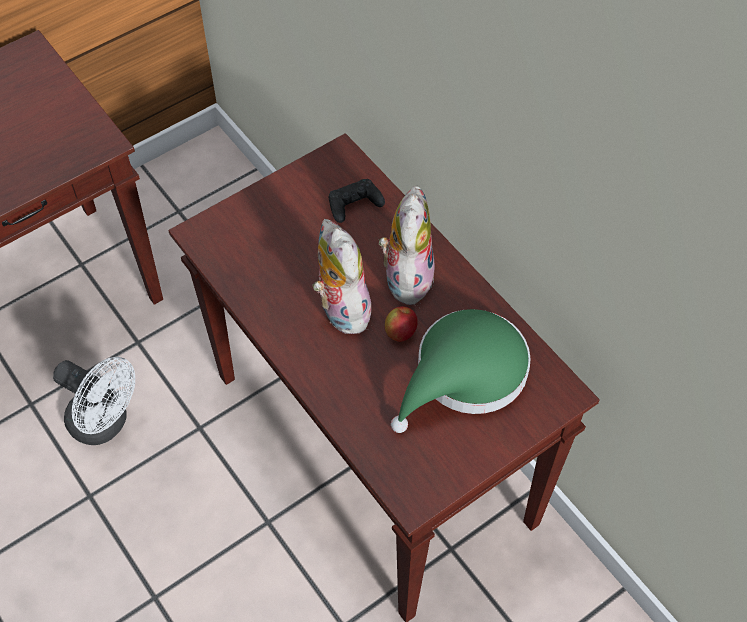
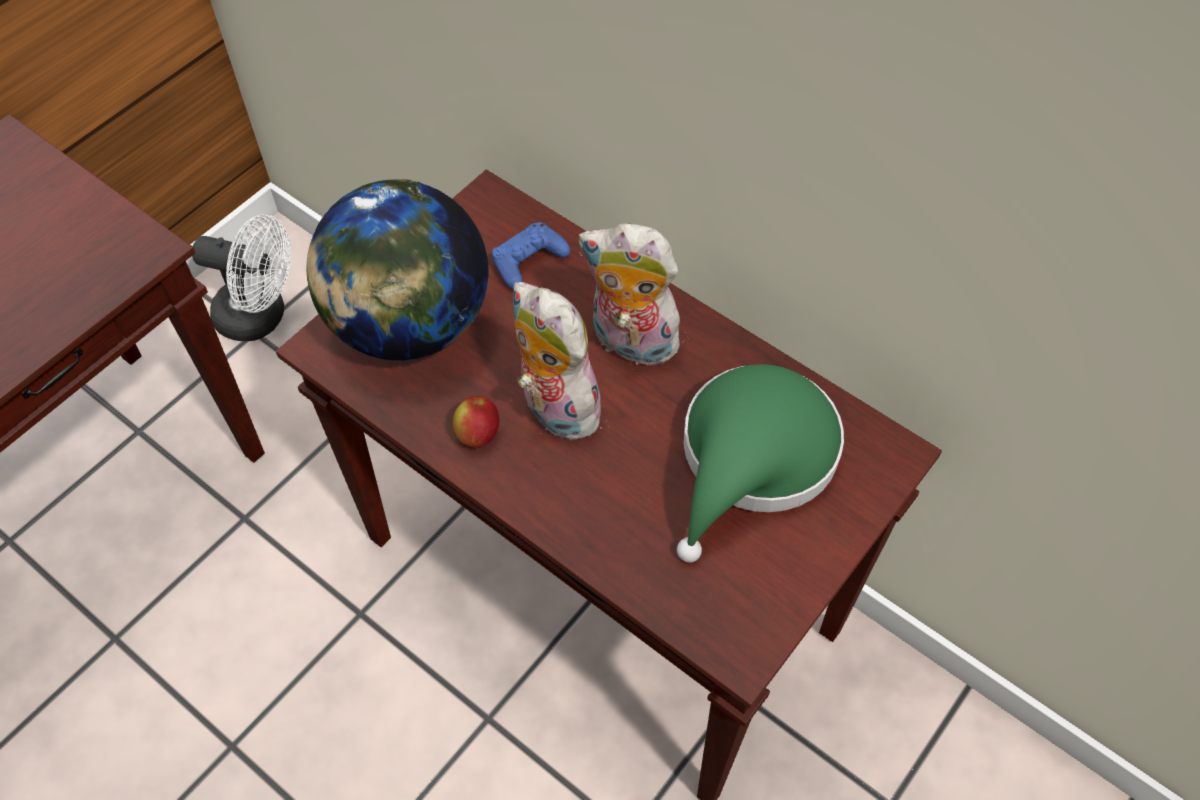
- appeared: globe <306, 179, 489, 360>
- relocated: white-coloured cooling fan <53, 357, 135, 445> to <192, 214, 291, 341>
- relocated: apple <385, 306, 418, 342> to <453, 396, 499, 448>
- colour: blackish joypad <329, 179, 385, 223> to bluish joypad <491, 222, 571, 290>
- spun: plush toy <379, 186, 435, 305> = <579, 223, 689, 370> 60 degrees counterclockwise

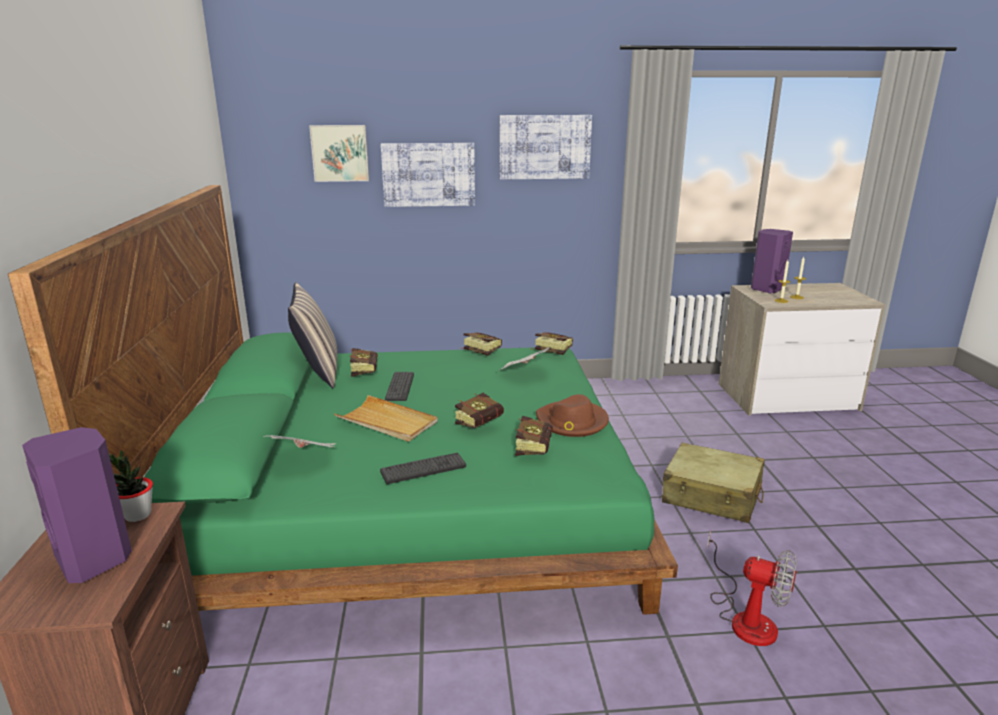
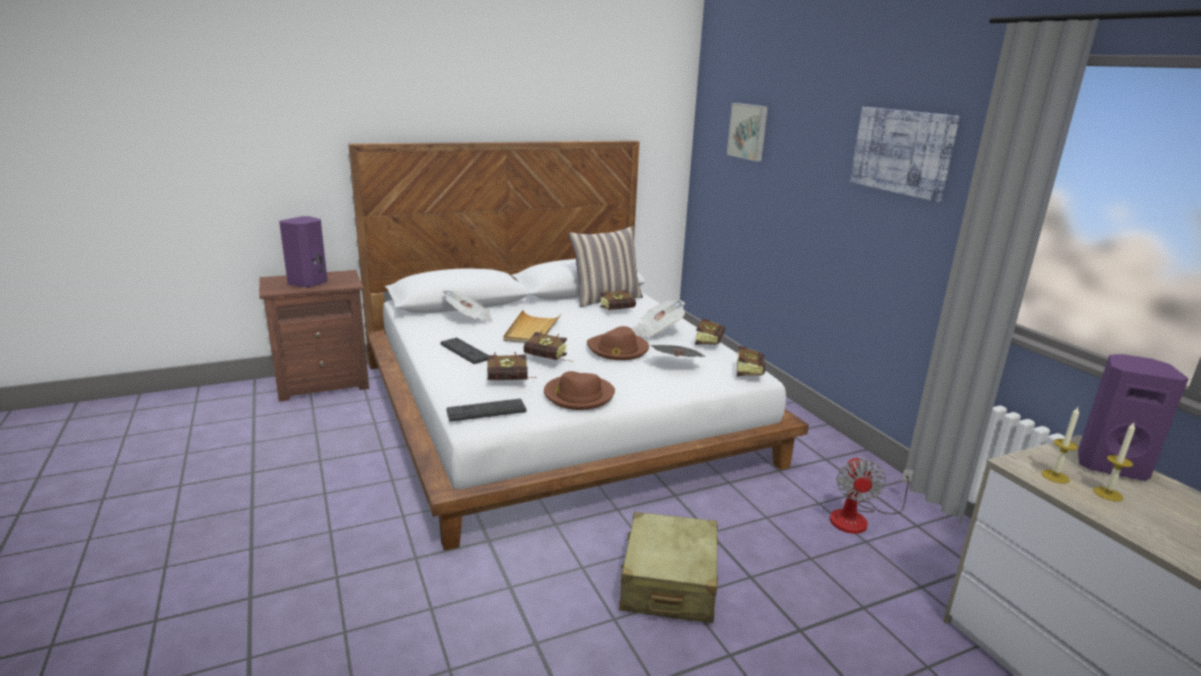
- missing: potted plant <109, 451, 153, 522>
- missing: wall art <381, 143, 475, 207>
- appeared: brown clothing hat <587, 326, 649, 360>
- appeared: printed paper <632, 300, 685, 337>
- relocated: computer keyboard <385, 372, 414, 401> to <446, 399, 526, 422>
- relocated: cooling fan <707, 531, 797, 646> to <830, 457, 914, 534>
- colour: green sleeping bed <8, 185, 678, 615> to white-coloured sleeping bed <348, 140, 809, 551>

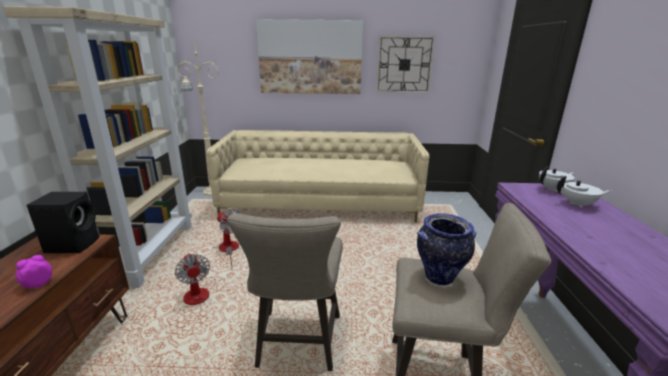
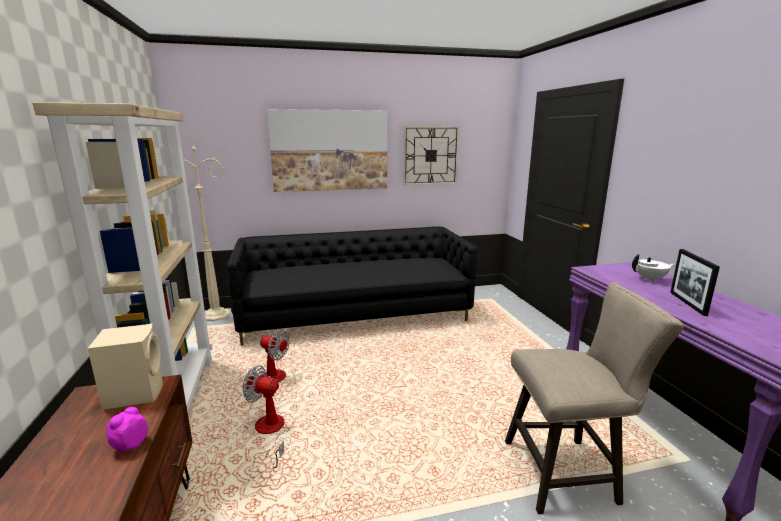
- missing: beige sitting stool <227, 213, 343, 371>
- missing: decorative vase <417, 213, 476, 285>
- missing: white-coloured tea pot <539, 166, 575, 192>
- appeared: photo frame <670, 249, 720, 316>
- colour: blackish speaker <27, 191, 99, 253> to beige speaker <87, 324, 163, 410>
- colour: beige sofa <206, 130, 429, 223> to blackish sofa <227, 226, 477, 346>
- spun: cooling fan <175, 247, 232, 305> = <242, 365, 291, 468> 150 degrees clockwise

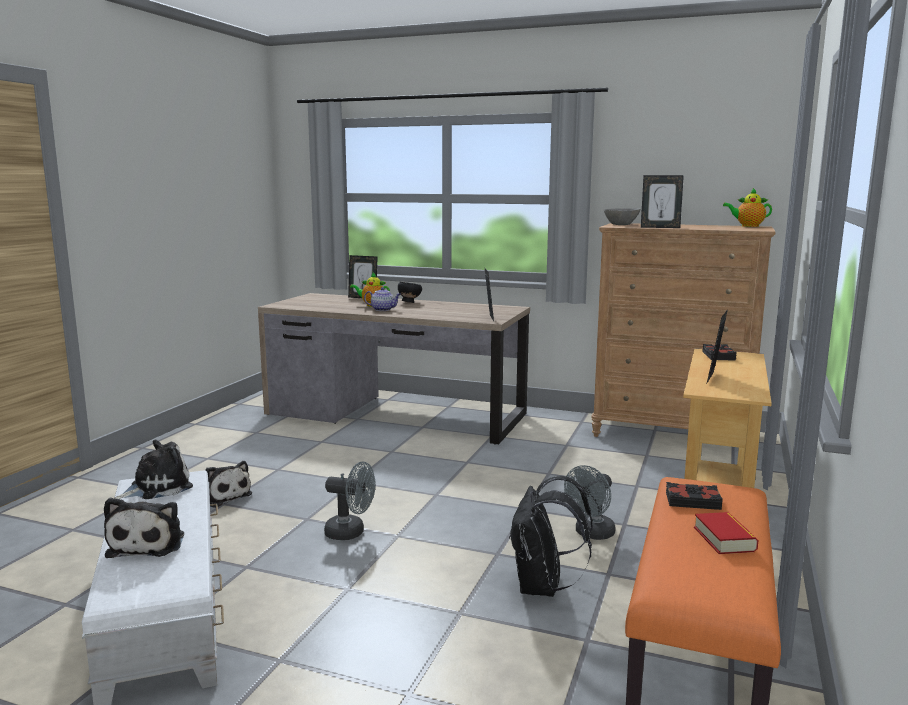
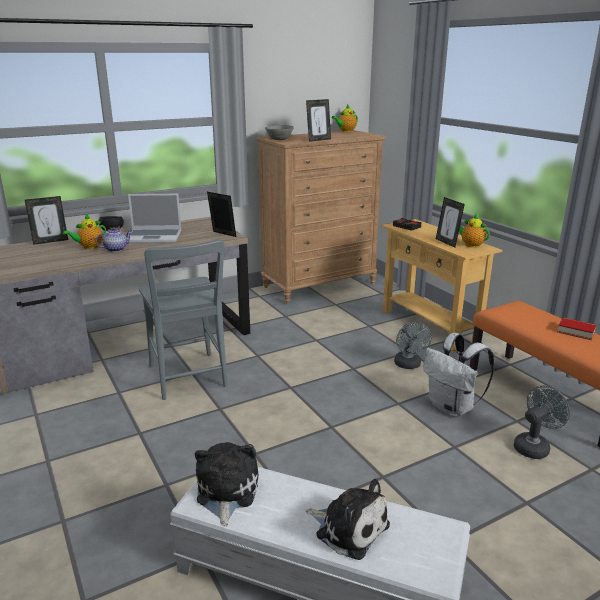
- missing: plush toy <205, 461, 252, 508>
- missing: blackish volume <666, 482, 723, 510>
- appeared: notebook computer <128, 194, 182, 244>
- appeared: greyish plain chair <139, 240, 228, 400>
- appeared: tea pot <459, 214, 490, 248>
- relocated: greyish cooling fan <324, 462, 376, 540> to <514, 385, 570, 459>
- colour: blackish rucksack <509, 476, 593, 597> to white-coloured rucksack <423, 333, 494, 417>

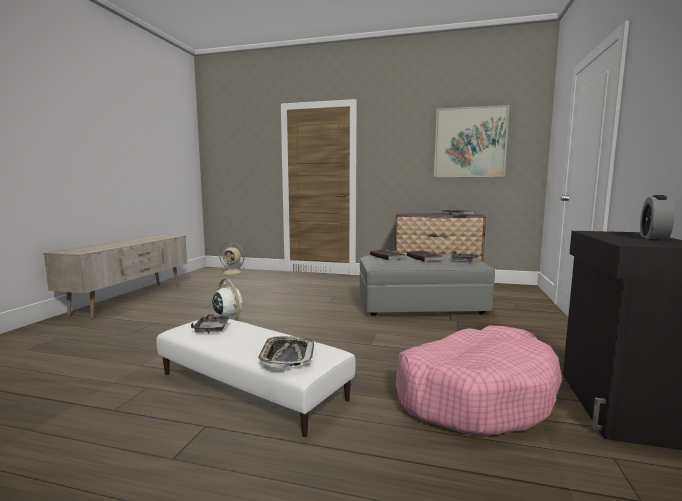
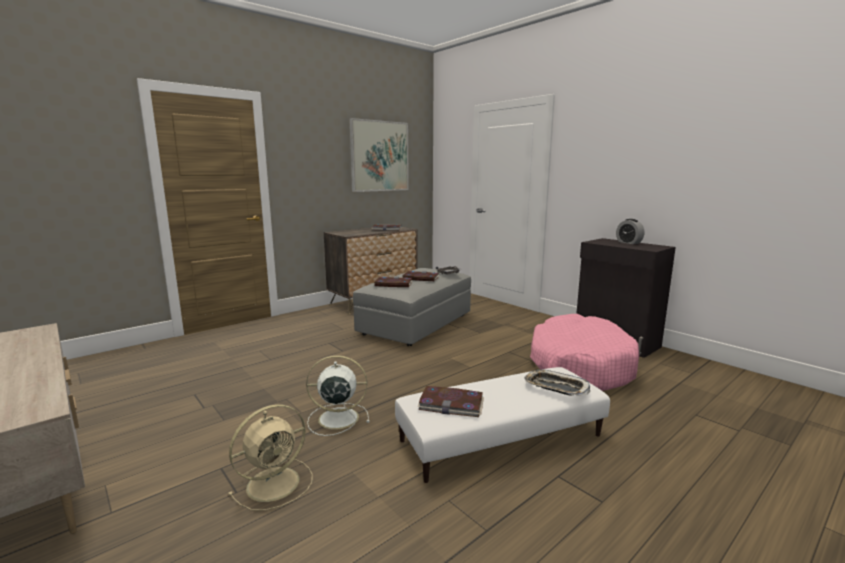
- relocated: beige cooling fan <218, 242, 247, 276> to <228, 404, 312, 511>
- exchanged: greyish tray <191, 314, 231, 334> to volume <417, 386, 484, 417>

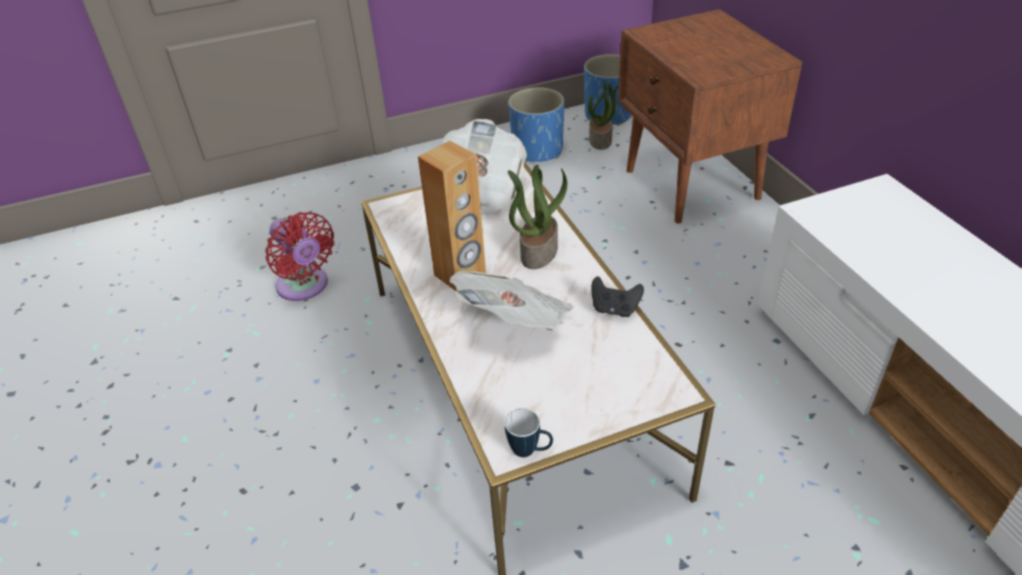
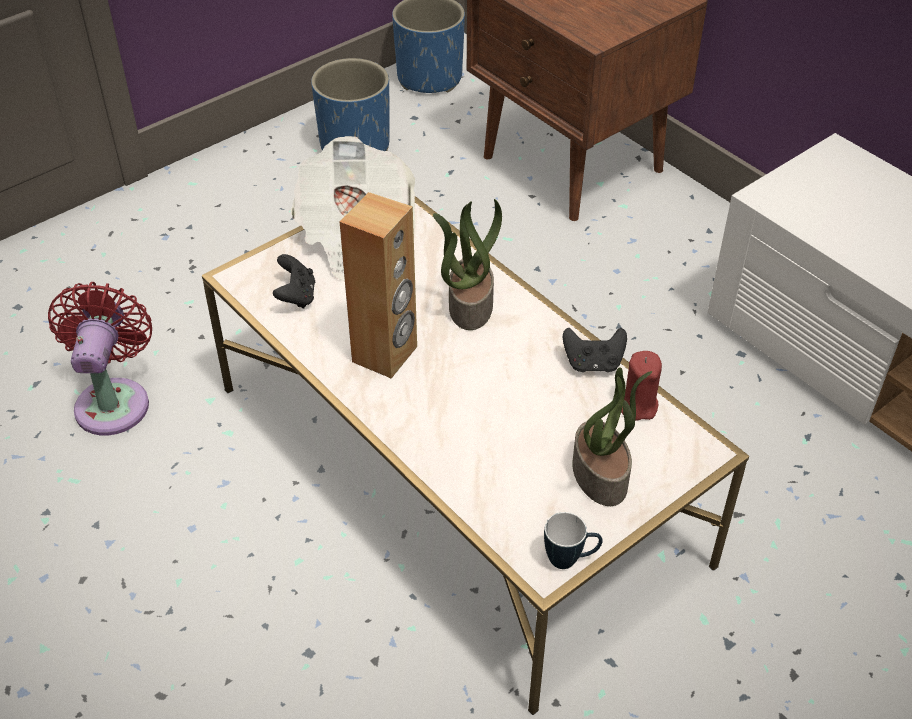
- missing: printed paper <450, 270, 573, 331>
- appeared: blackish joypad <273, 254, 315, 309>
- appeared: red-coloured candle <621, 351, 662, 421>
- relocated: potted plant <588, 80, 619, 150> to <572, 367, 652, 506>
- spun: red-coloured cooling fan <265, 212, 335, 301> = <48, 282, 152, 435> 120 degrees counterclockwise

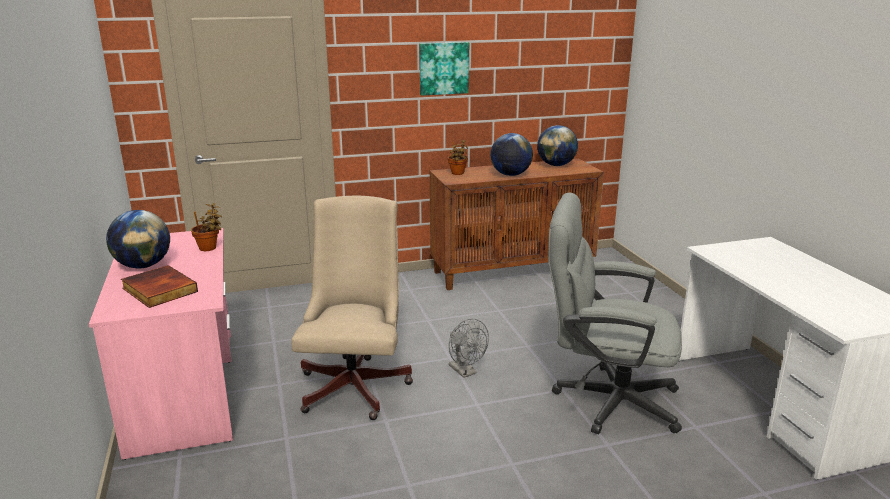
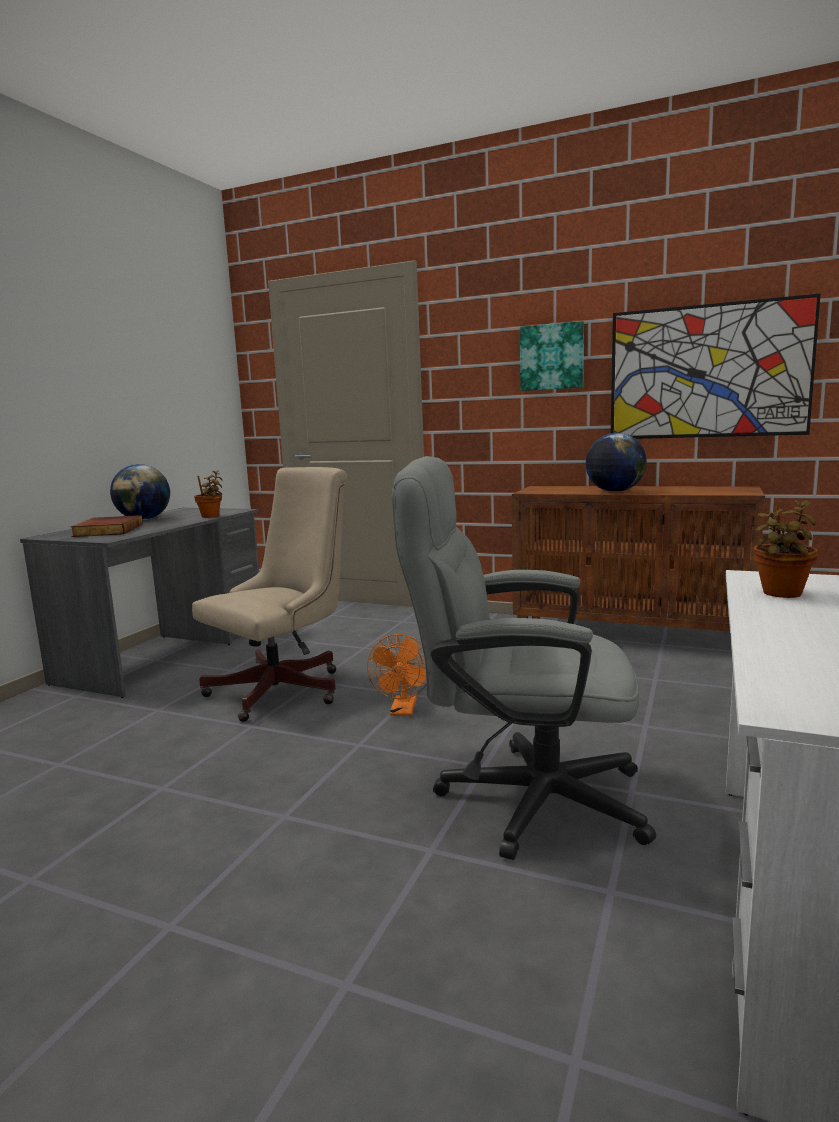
- missing: globe <537, 125, 578, 166>
- appeared: wall art <611, 293, 821, 439>
- relocated: potted plant <448, 140, 468, 175> to <754, 500, 818, 598>
- colour: pink desk unit <89, 228, 233, 460> to greyish desk unit <20, 508, 259, 698>
- colour: greyish cooling fan <449, 319, 489, 378> to orange-coloured cooling fan <367, 634, 427, 716>
- spun: greyish computer chair <548, 193, 682, 434> = <392, 456, 656, 860> 45 degrees counterclockwise

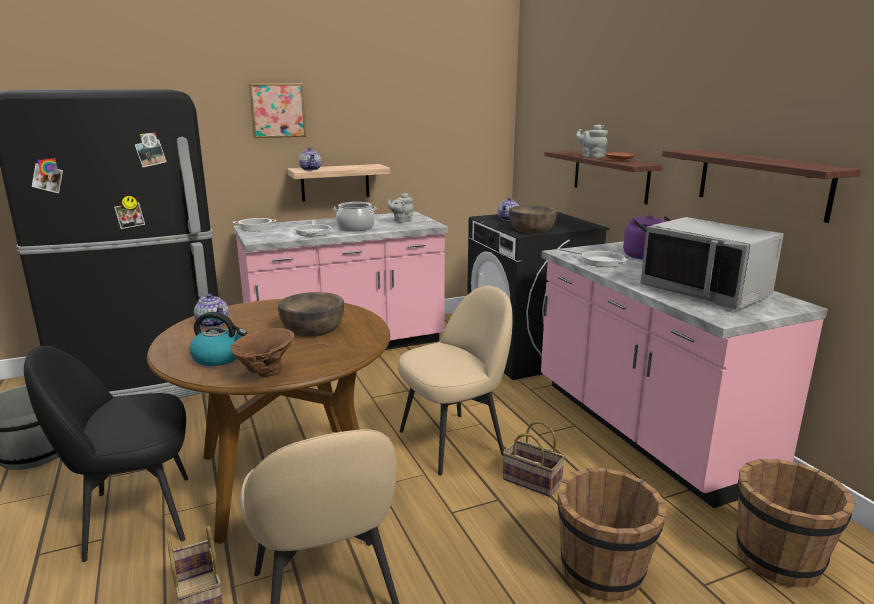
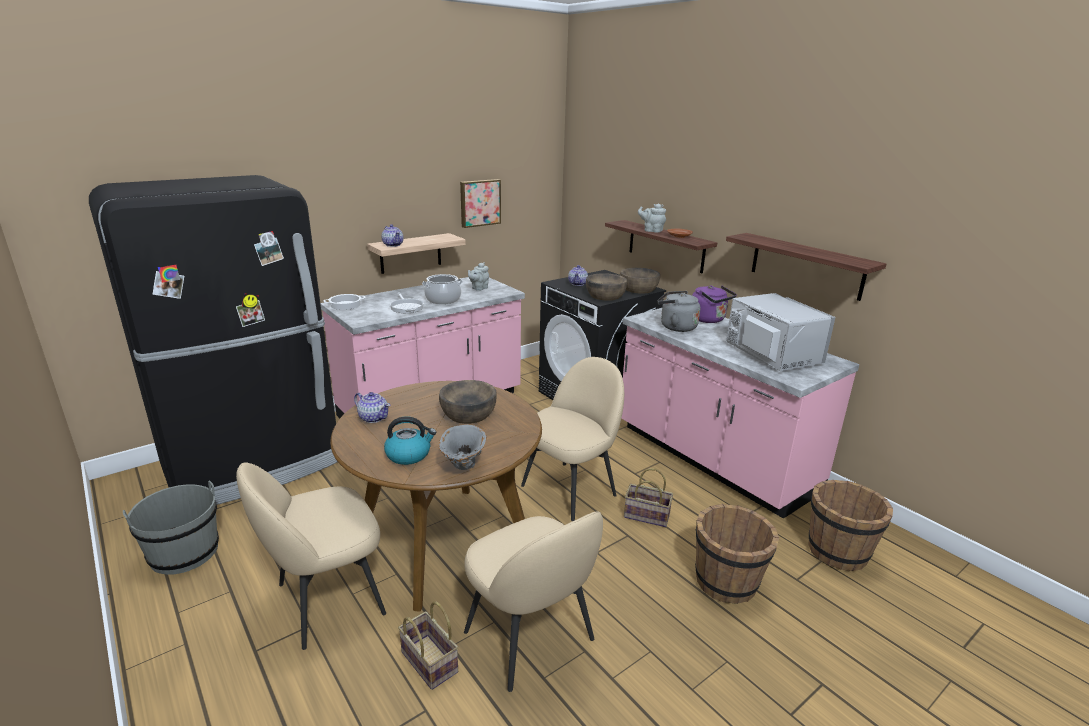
- appeared: brown bowl <620, 268, 660, 294>
- relocated: wall art <249, 83, 306, 138> to <460, 179, 501, 228>
- exchanged: frying pan <558, 248, 627, 267> to greyish water kettle <657, 291, 701, 332>
- colour: blackish plain chair <24, 346, 189, 562> to beige plain chair <236, 462, 386, 650>
- colour: brown decorative vase <231, 328, 294, 377> to greyish decorative vase <439, 425, 487, 470>
- spun: greyish microwave oven <640, 217, 784, 310> = <726, 293, 835, 371> 150 degrees counterclockwise

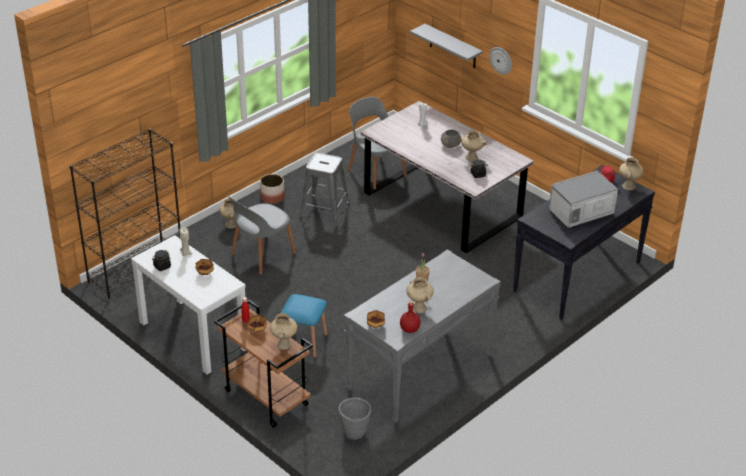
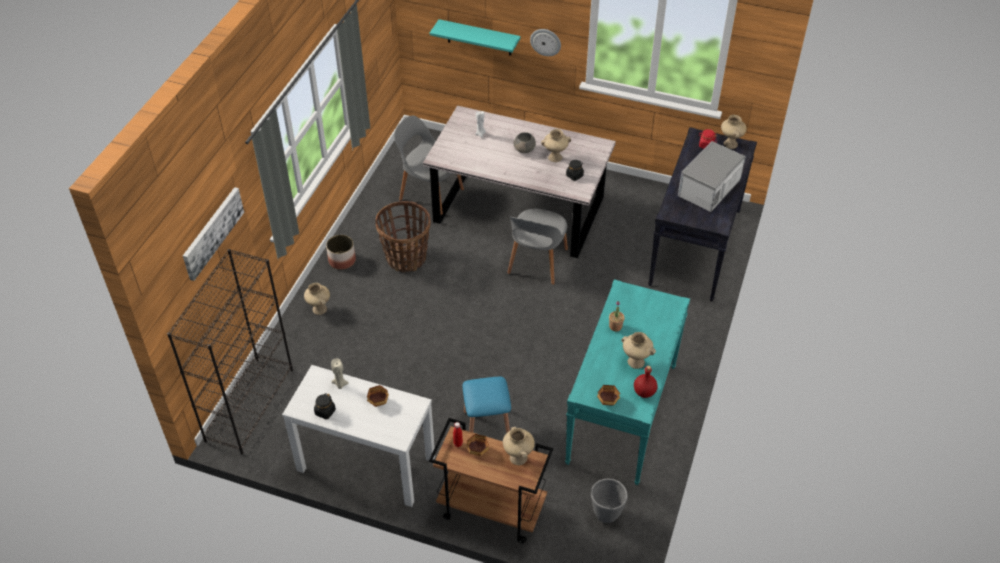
- appeared: wall art <183, 187, 244, 281>
- relocated: greyish plain chair <228, 196, 296, 275> to <507, 209, 568, 285>
- exchanged: greyish sitting stool <300, 153, 349, 226> to basket <375, 201, 431, 272>
- colour: greyish console table <344, 249, 501, 424> to turquoise console table <565, 279, 690, 485>
- colour: greyish shelf <410, 24, 483, 68> to turquoise shelf <430, 19, 520, 56>

